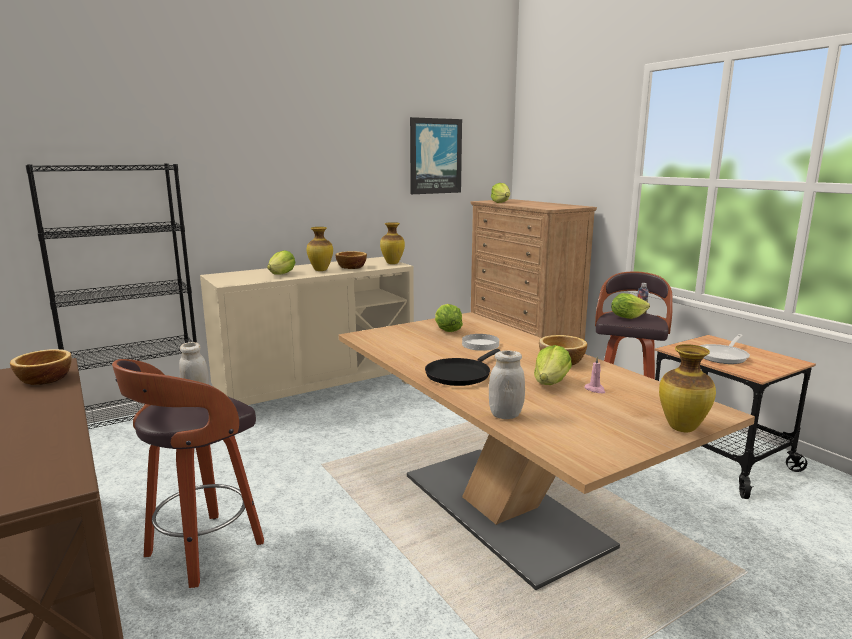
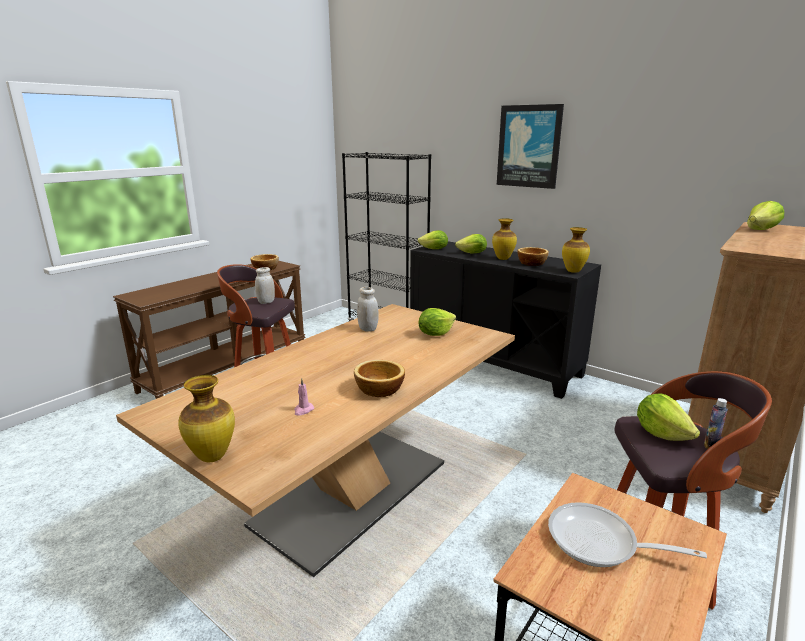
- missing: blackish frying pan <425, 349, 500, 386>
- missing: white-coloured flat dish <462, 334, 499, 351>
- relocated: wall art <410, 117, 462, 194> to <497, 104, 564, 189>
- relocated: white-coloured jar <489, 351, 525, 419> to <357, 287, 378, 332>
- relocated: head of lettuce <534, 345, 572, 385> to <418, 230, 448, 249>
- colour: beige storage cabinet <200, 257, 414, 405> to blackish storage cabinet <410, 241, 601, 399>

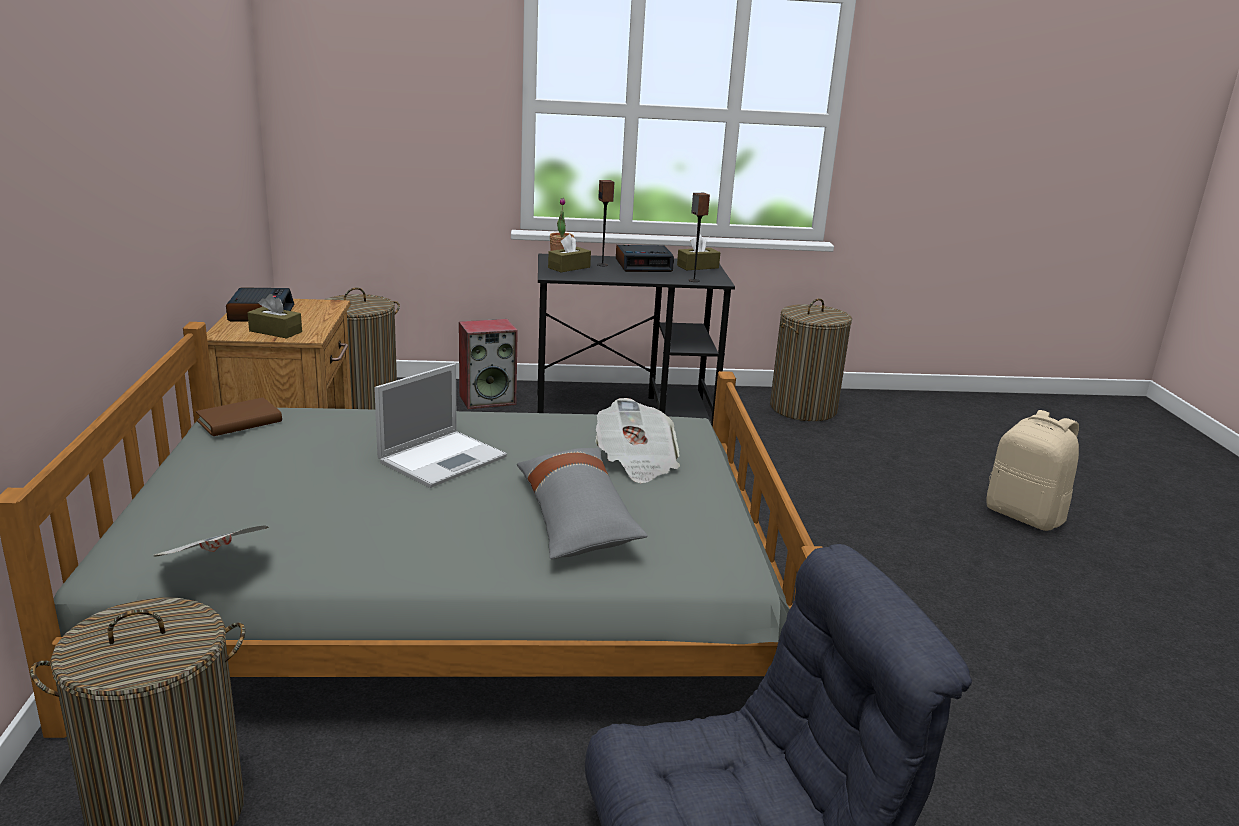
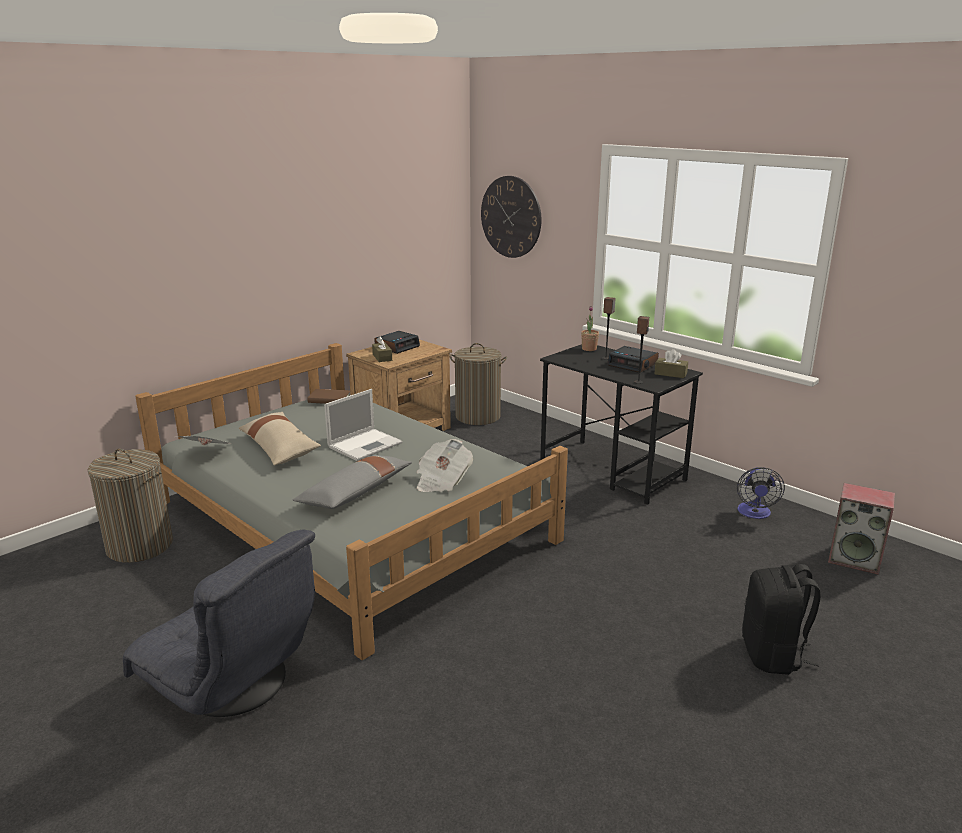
- missing: brown tissue box <548, 234, 591, 272>
- appeared: beige pillow <239, 412, 321, 465>
- appeared: clock on the wall <481, 176, 542, 258>
- relocated: speaker <459, 319, 518, 409> to <828, 483, 895, 575>
- exchanged: laundry basket <770, 298, 852, 421> to cooling fan <737, 467, 785, 519>
- colour: beige rucksack <986, 410, 1079, 531> to blackish rucksack <742, 564, 821, 675>
- spun: notebook computer <374, 363, 507, 488> = <324, 389, 403, 461> 45 degrees counterclockwise

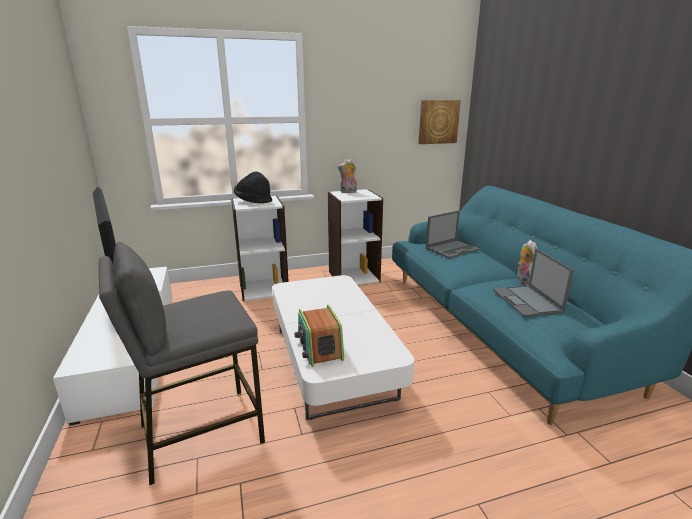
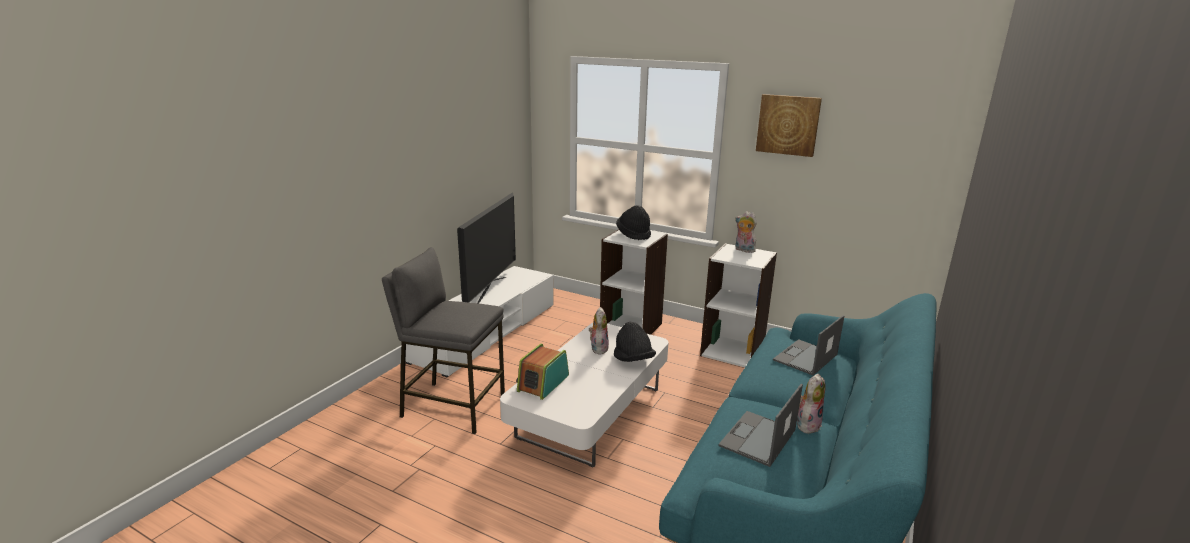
- appeared: plush toy <589, 307, 609, 354>
- appeared: blackish clothing hat <614, 322, 656, 362>
- relocated: wall art <418, 100, 461, 144> to <756, 94, 822, 157>
- spun: notebook computer <426, 211, 480, 258> = <773, 315, 844, 376> 120 degrees clockwise

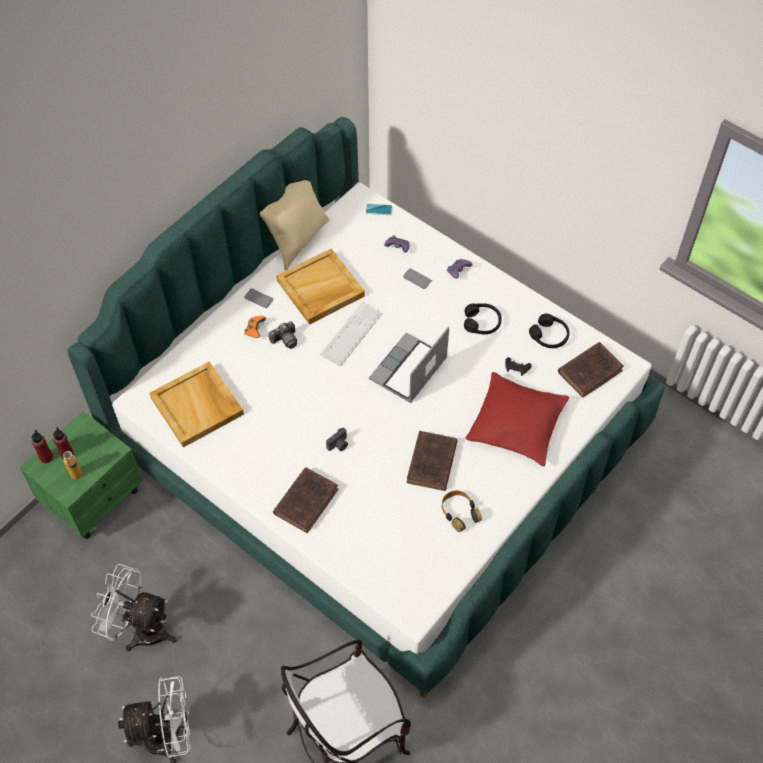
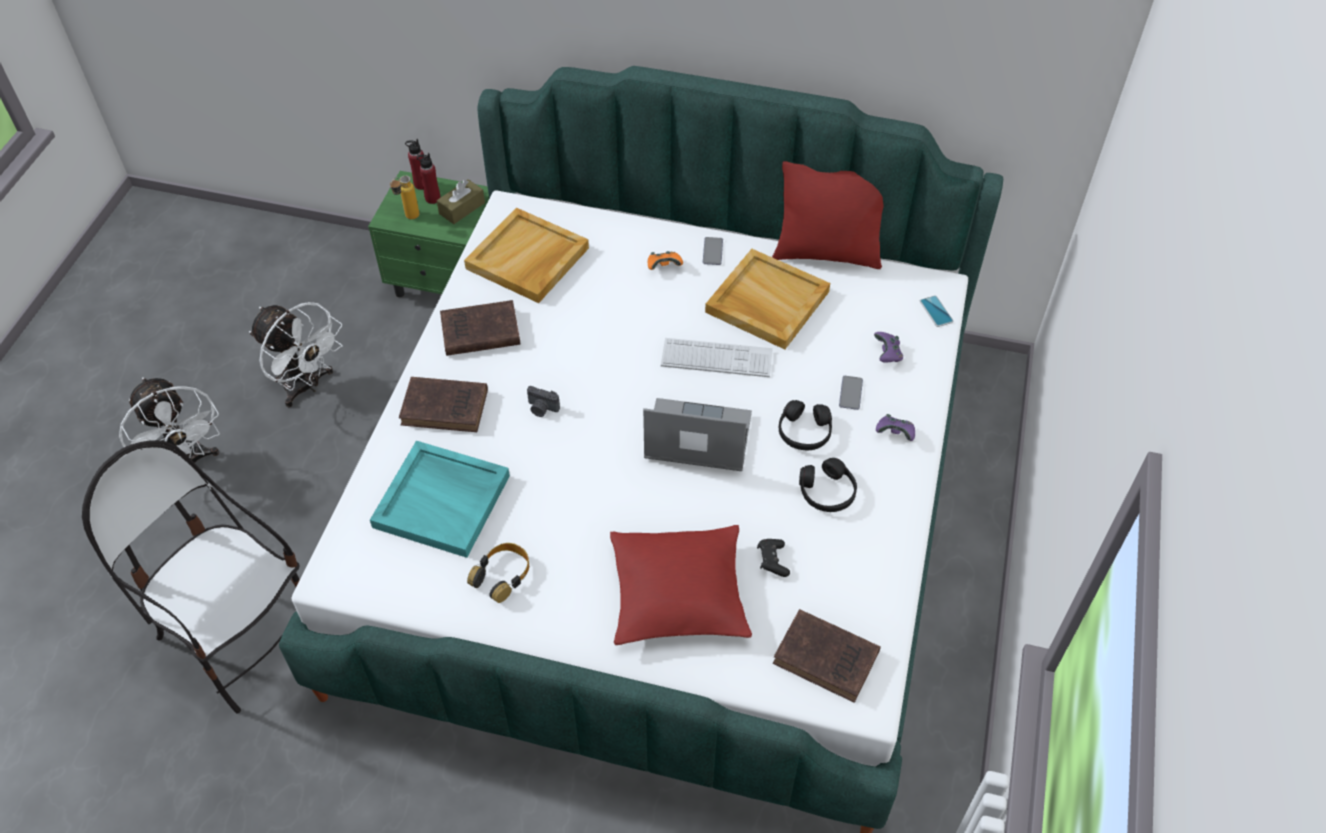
- missing: photo camera <269, 322, 297, 349>
- appeared: turquoise tray <370, 441, 510, 558>
- appeared: brown tissue box <437, 179, 485, 224>
- relocated: brown volume <406, 431, 457, 491> to <440, 300, 520, 356>
- relocated: blackish headphones <529, 313, 570, 348> to <779, 400, 832, 451>
- colour: beige pillow <259, 180, 329, 270> to red-coloured pillow <772, 161, 884, 269>
- spun: white-coloured cooling fan <91, 564, 177, 651> = <249, 302, 343, 407> 135 degrees clockwise

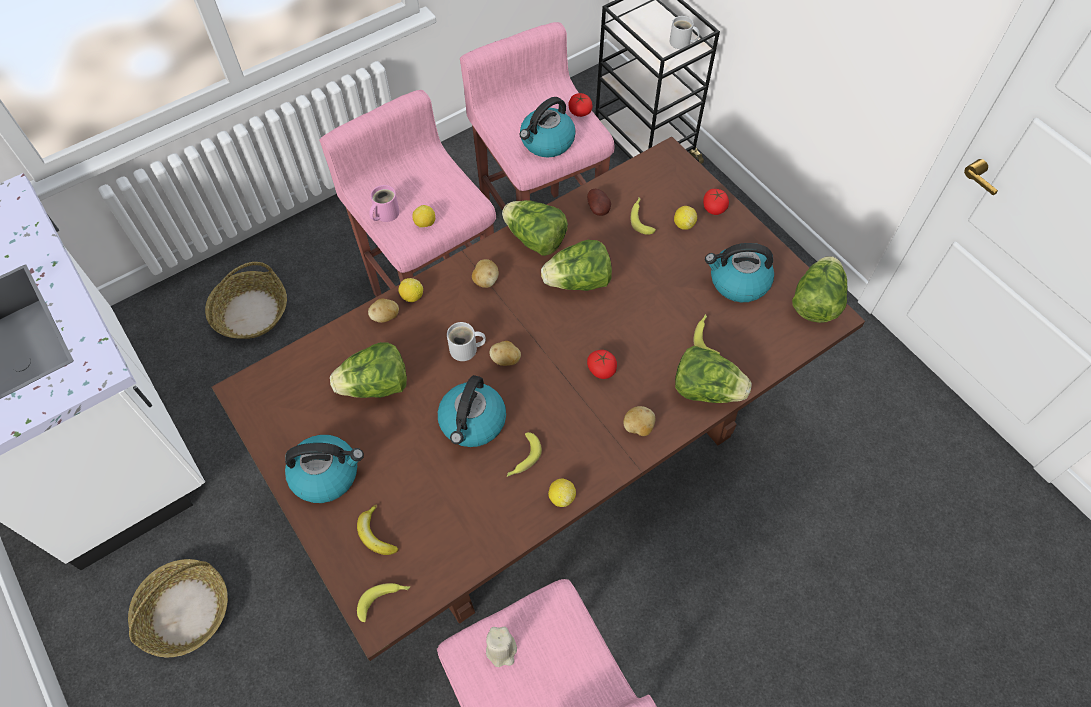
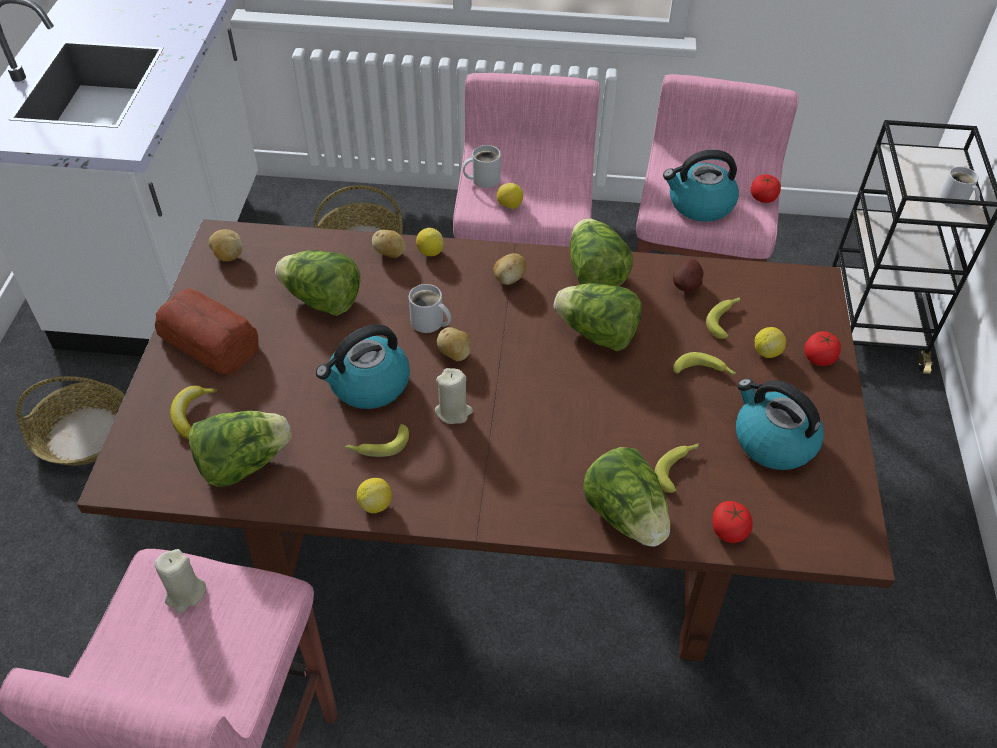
- appeared: beige candle <435, 368, 473, 424>
- relocated: banana fruit <357, 583, 411, 622> to <673, 352, 736, 375>
- relocated: whole tomato <587, 350, 617, 379> to <712, 501, 753, 543>
- relocated: spud <623, 406, 655, 436> to <209, 229, 243, 261>
- relocated: head of lettuce <792, 256, 847, 323> to <189, 411, 292, 487>
- exchanged: water kettle <285, 435, 364, 503> to baked bread <155, 288, 259, 375>
- colour: pink coffee mug <369, 185, 400, 222> to white-coloured coffee mug <462, 145, 501, 188>

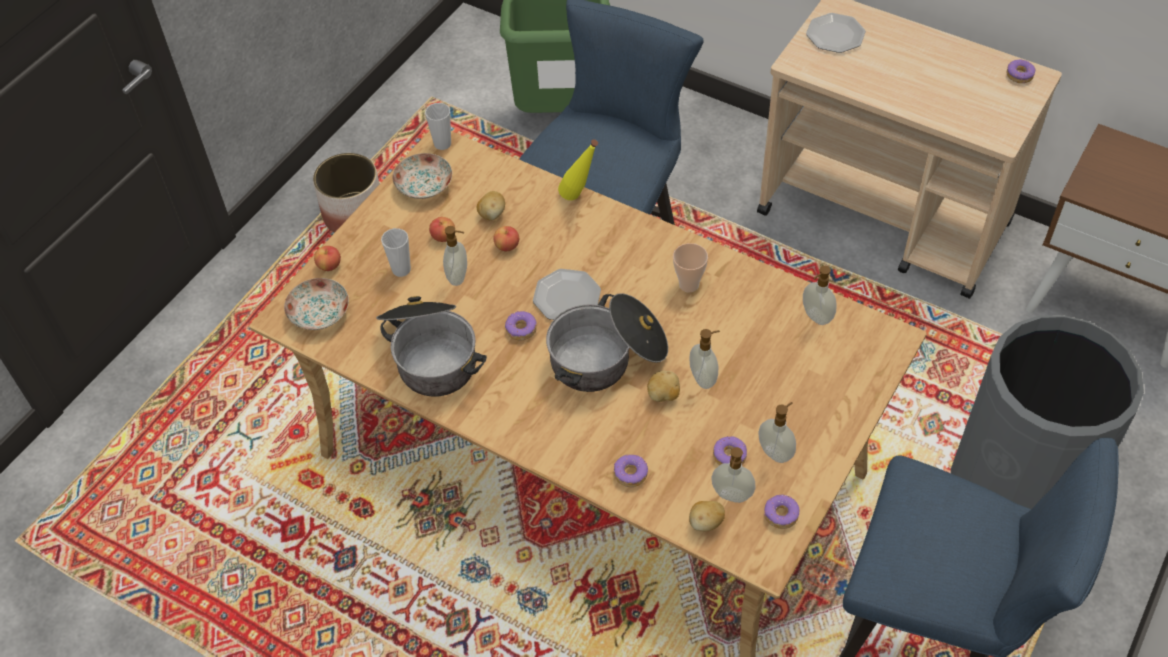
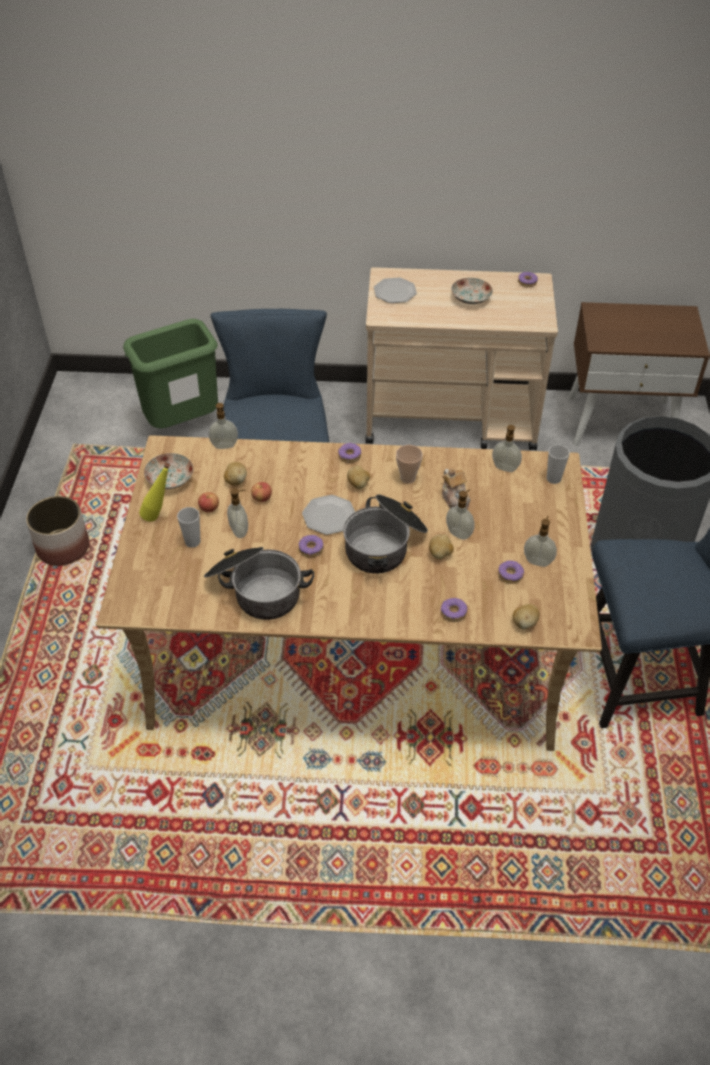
- missing: apple <314, 246, 341, 271>
- appeared: spud <347, 466, 370, 489>
- appeared: tea pot <442, 468, 470, 509>
- relocated: flat dish <284, 278, 349, 330> to <451, 278, 493, 304>
- relocated: small cup <425, 103, 451, 150> to <547, 445, 570, 484>
- relocated: yellowish bottle <558, 139, 598, 200> to <139, 462, 170, 521>
- relocated: soap bottle <711, 447, 756, 503> to <208, 403, 238, 449>
- relocated: ring doughnut <764, 494, 800, 529> to <338, 443, 361, 463>

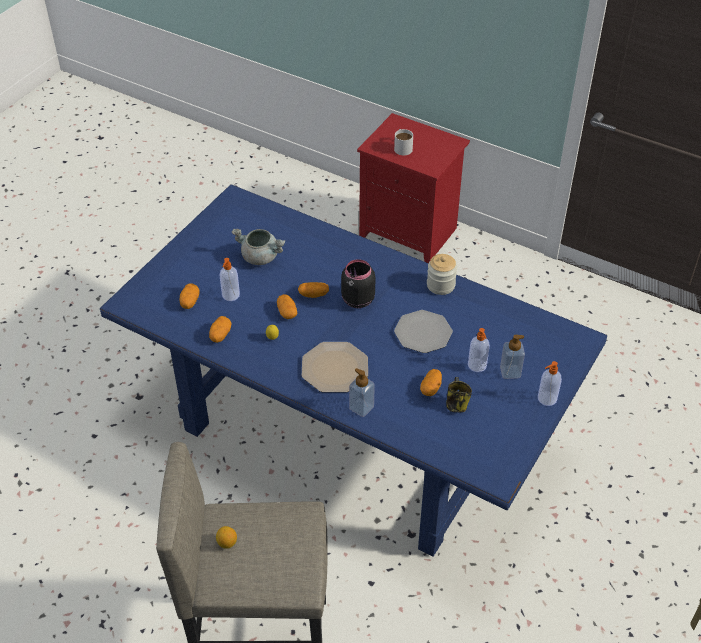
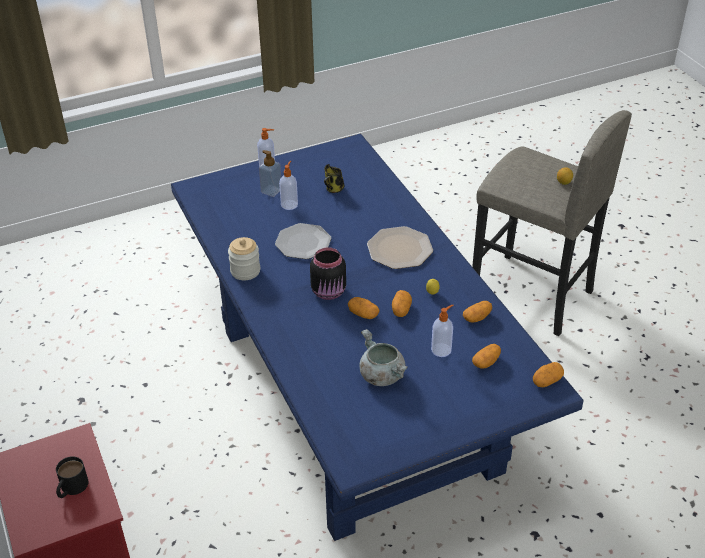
- missing: soap bottle <349, 368, 375, 417>
- relocated: spud <420, 369, 442, 396> to <533, 362, 564, 387>
- colour: white-coloured coffee mug <394, 129, 413, 155> to blackish coffee mug <56, 456, 89, 498>

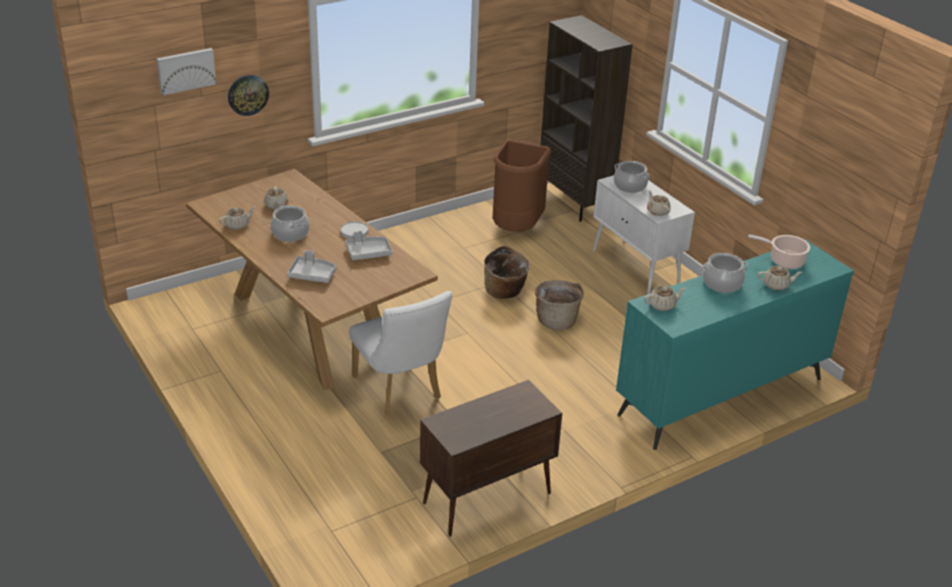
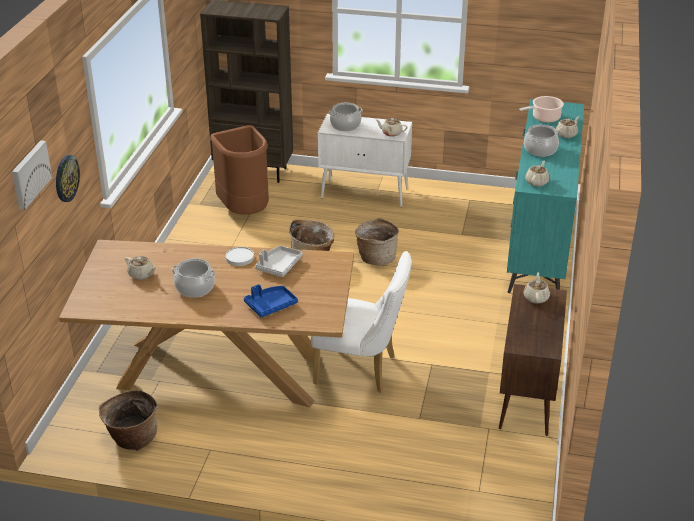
- appeared: basket <99, 390, 158, 450>
- relocated: beige tea pot <219, 206, 256, 230> to <523, 272, 550, 304>
- colour: greyish tray <287, 250, 336, 283> to bluish tray <244, 284, 298, 318>

